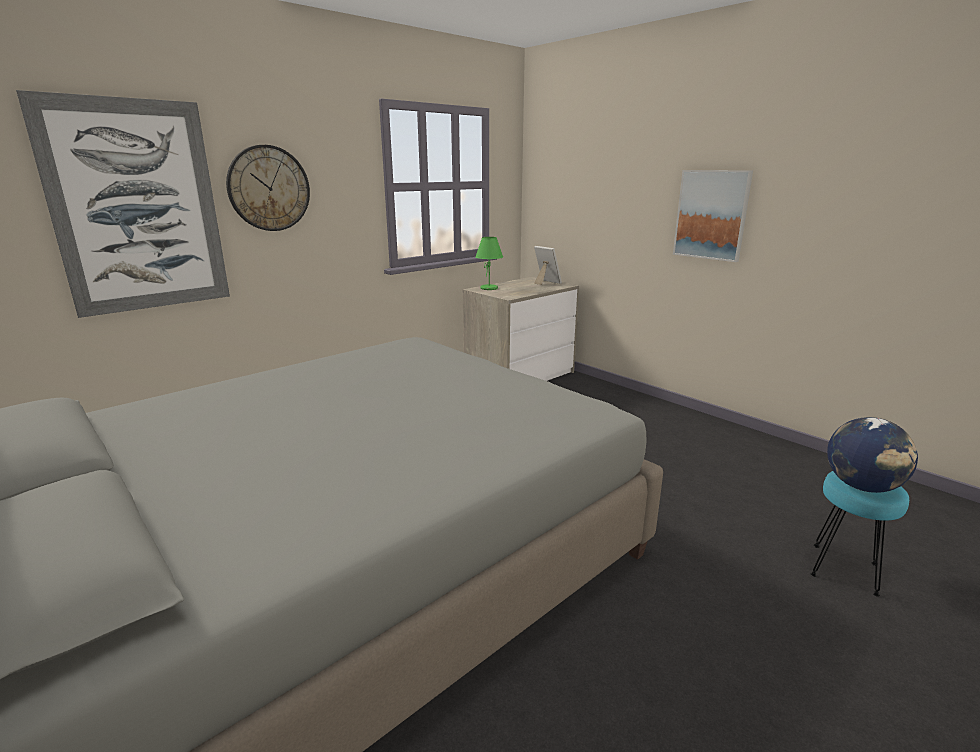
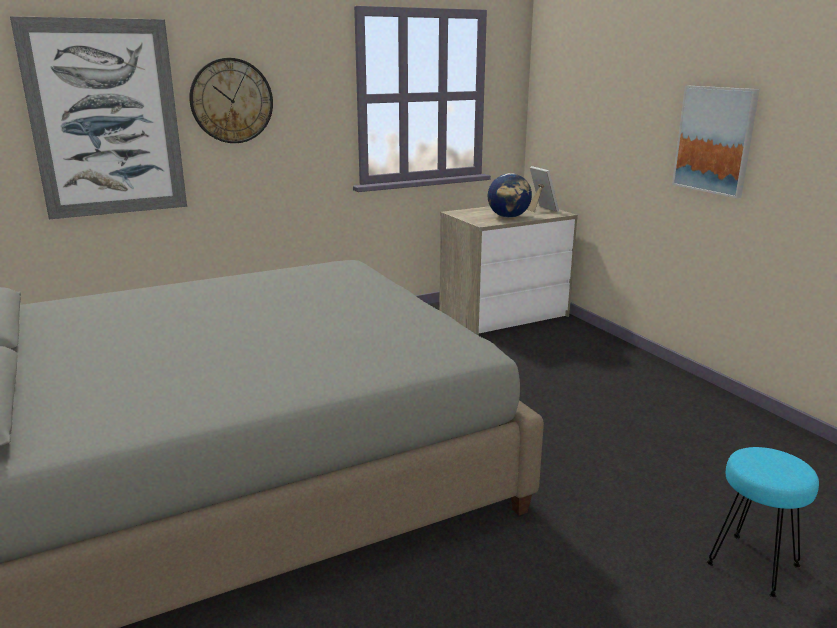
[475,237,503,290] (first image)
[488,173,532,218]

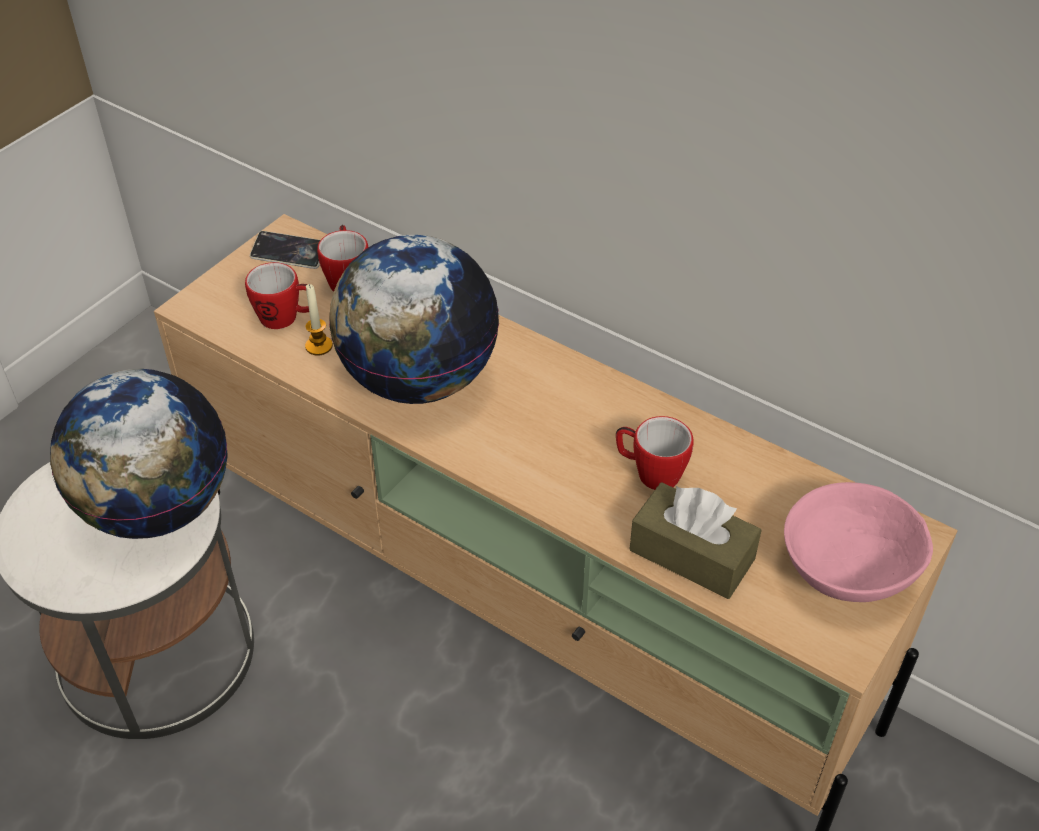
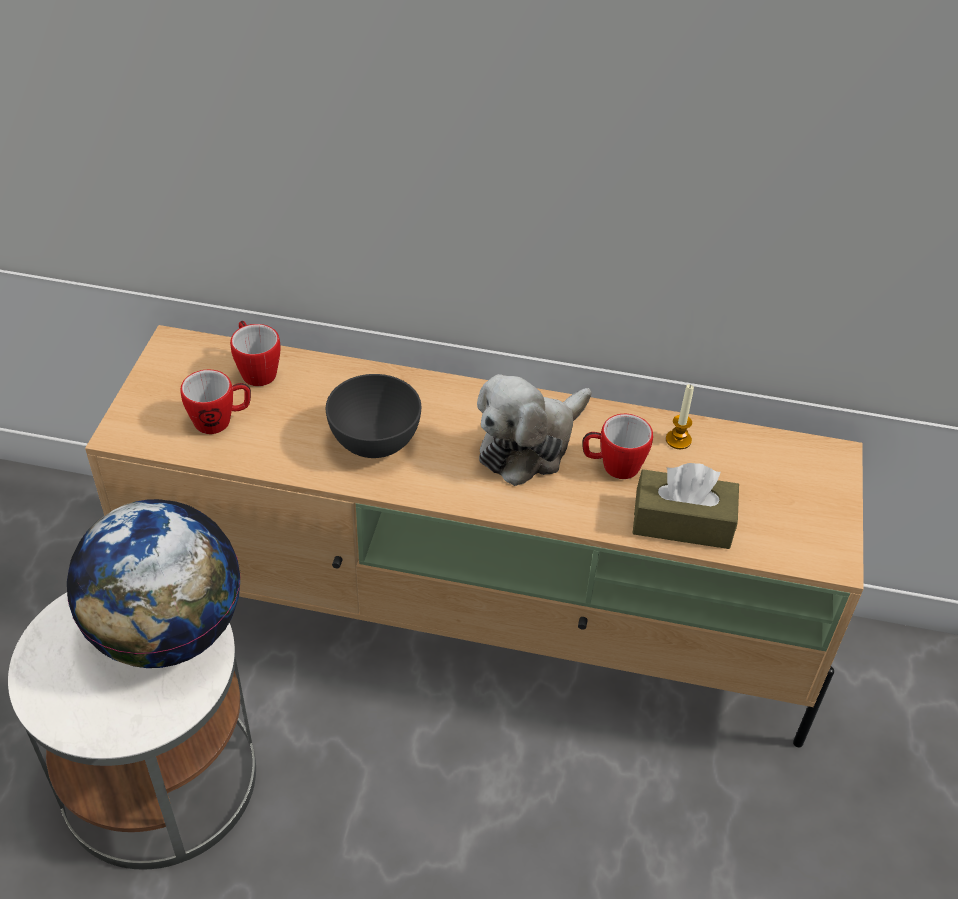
[250,231,320,269] (first image)
[784,482,933,602] (first image)
[477,374,591,486]
[666,384,694,449]
[326,374,421,458]

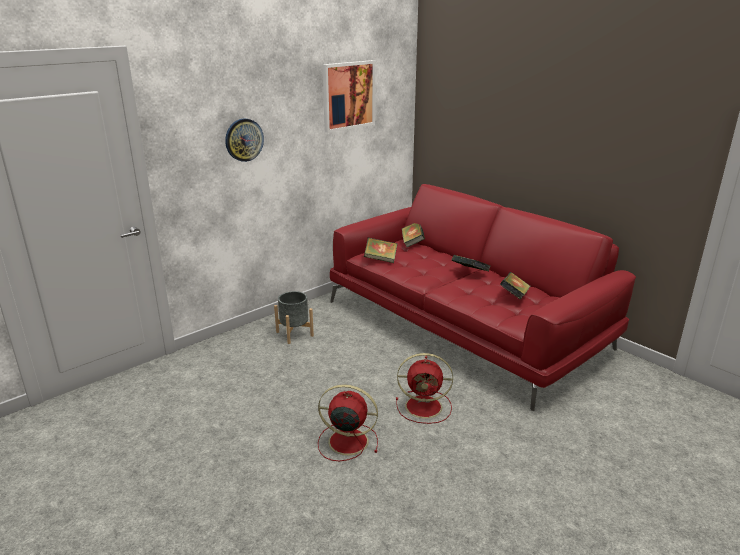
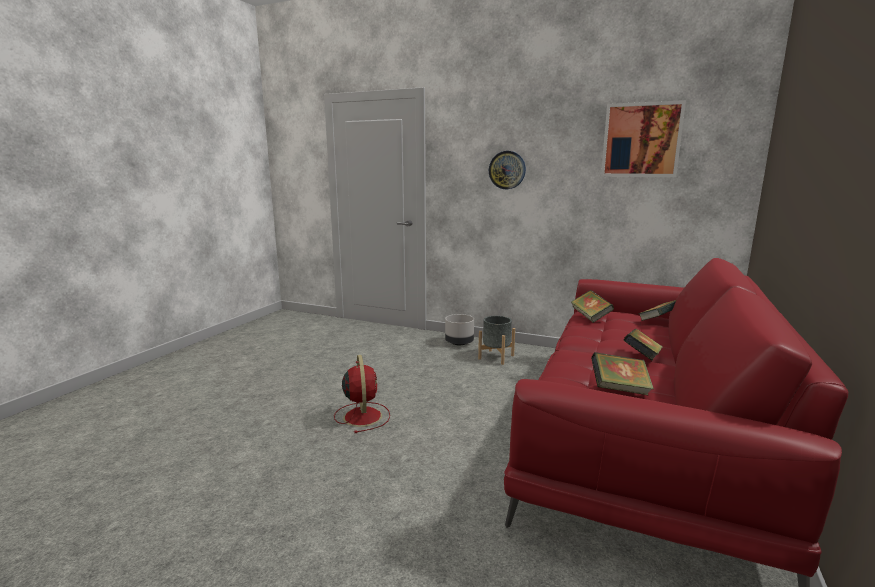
[396,353,453,424] (first image)
[445,314,474,345]

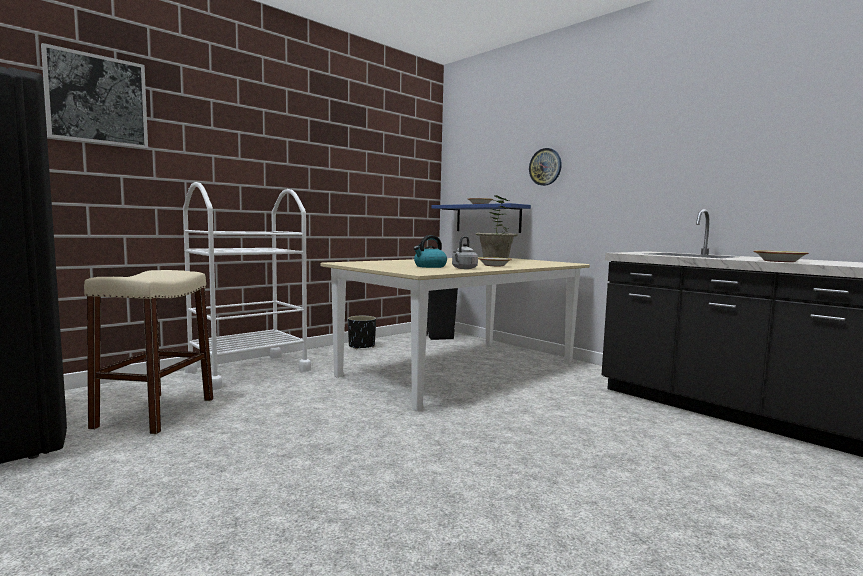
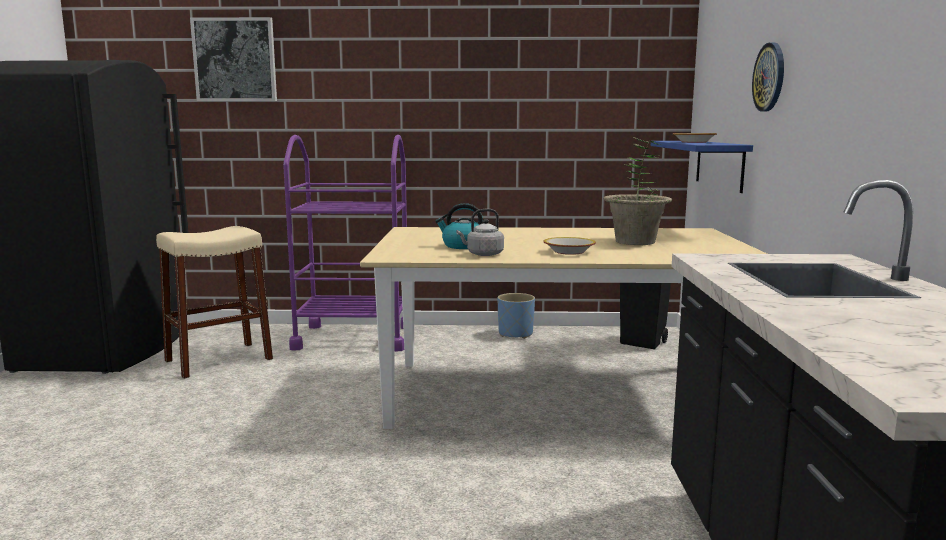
[753,250,809,262] (first image)
[283,135,407,352]
[498,293,535,339]

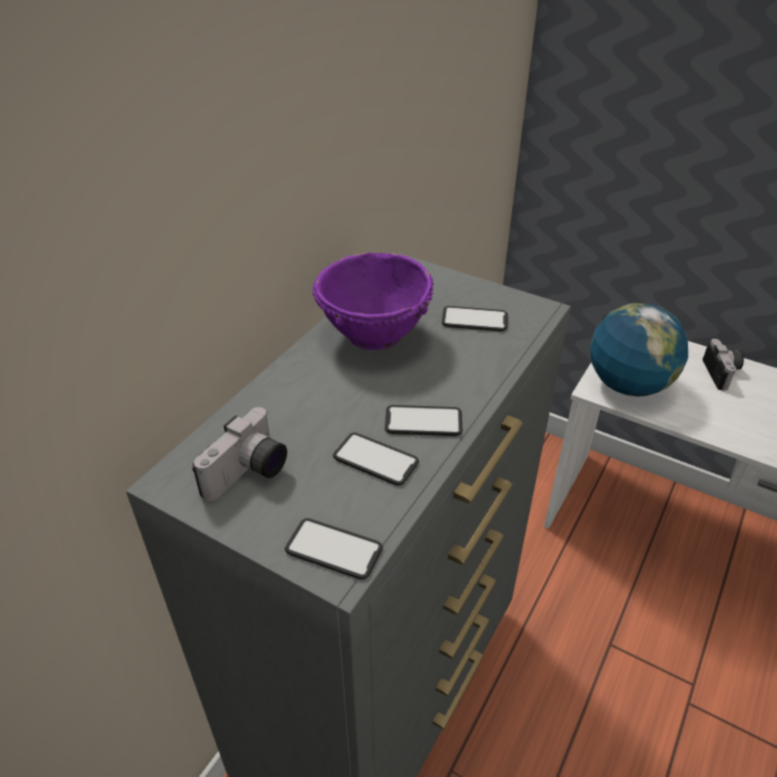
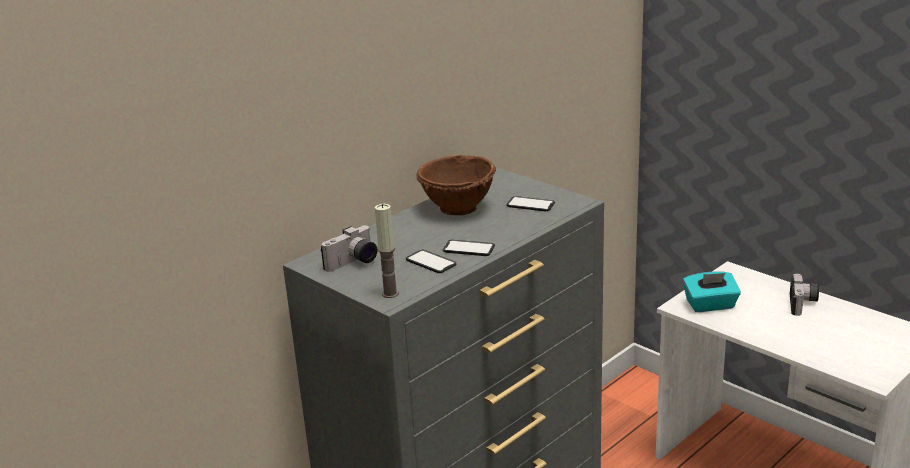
[375,204,399,298]
[683,271,741,312]
[416,155,496,215]

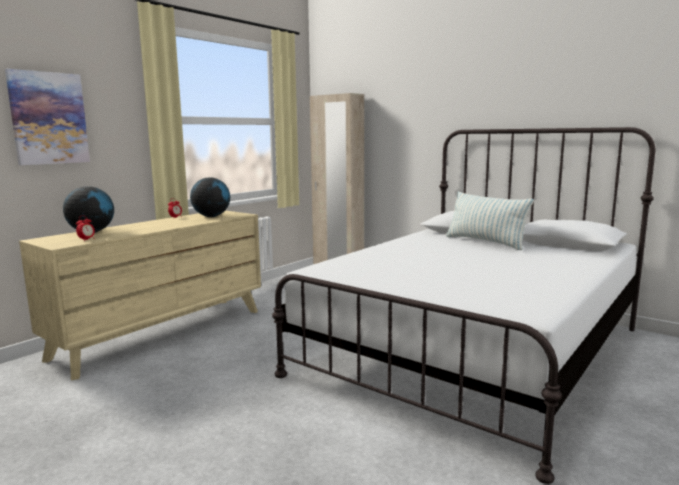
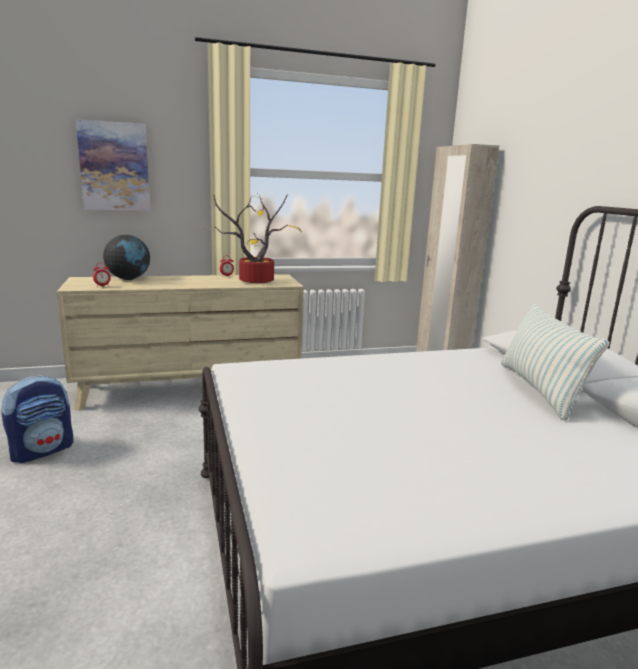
[1,375,73,463]
[206,194,302,283]

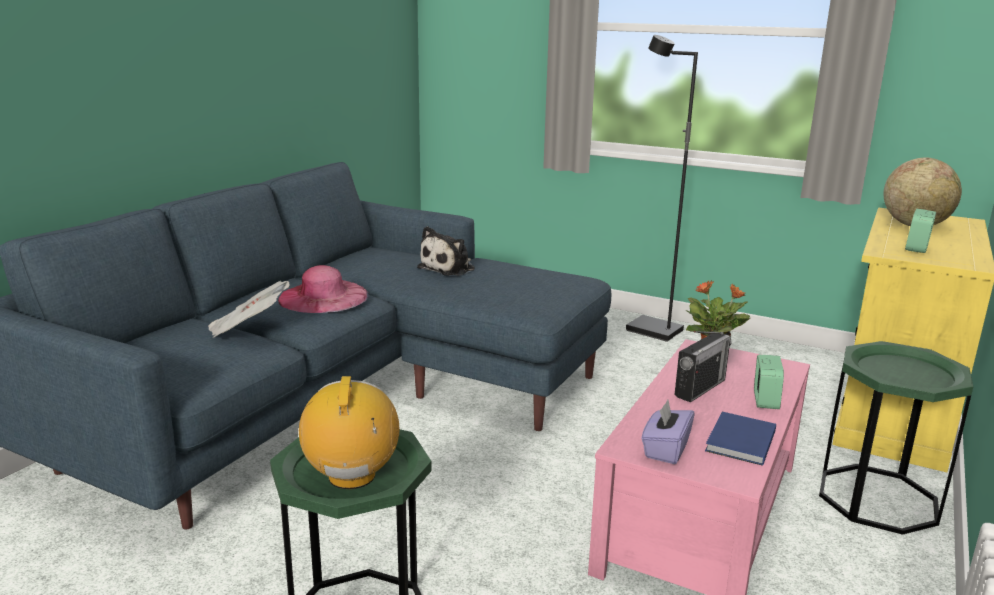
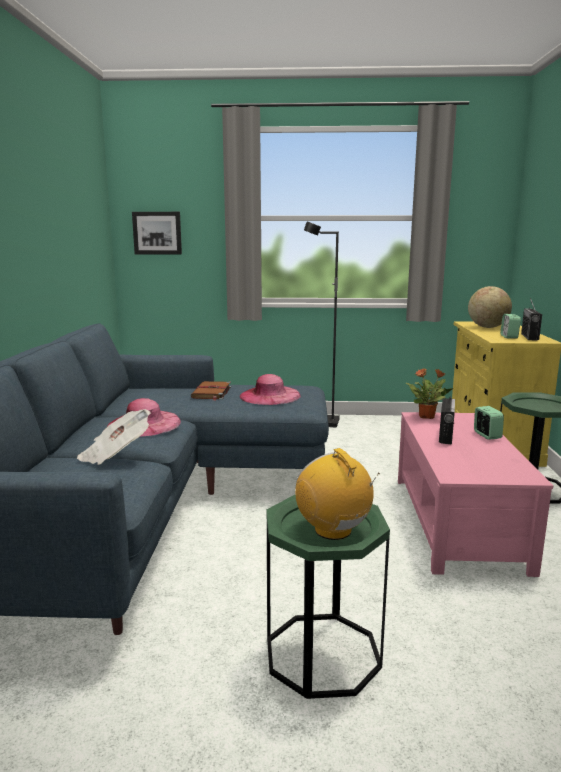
[641,400,695,464] (first image)
[705,412,776,466] (first image)
[132,212,182,254]
[240,374,301,405]
[521,298,542,341]
[191,381,231,401]

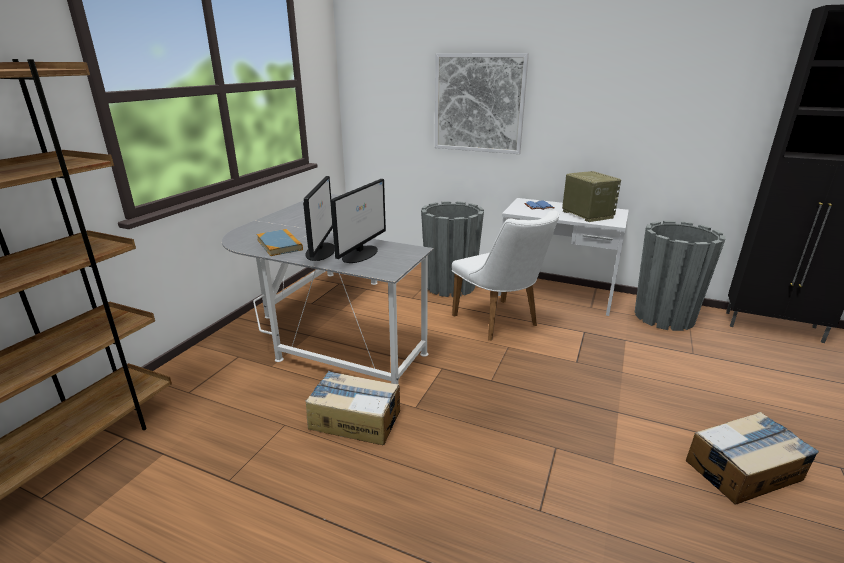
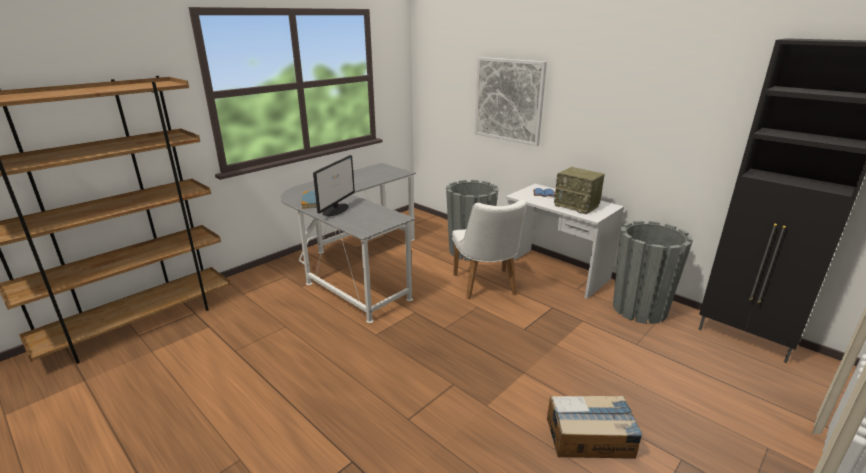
[306,371,400,445] (first image)
[331,179,386,263] (first image)
[554,167,605,214]

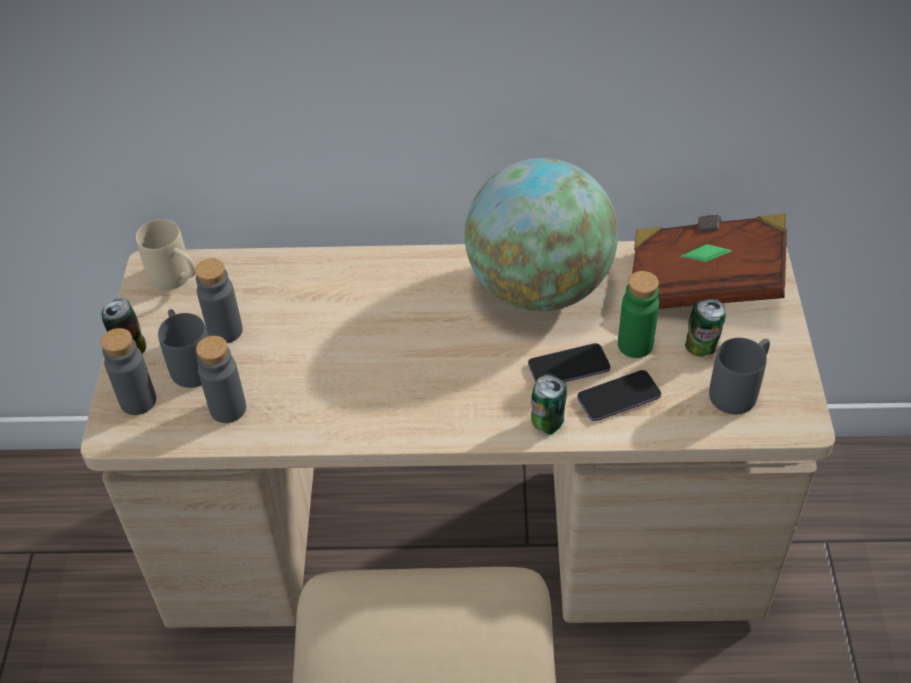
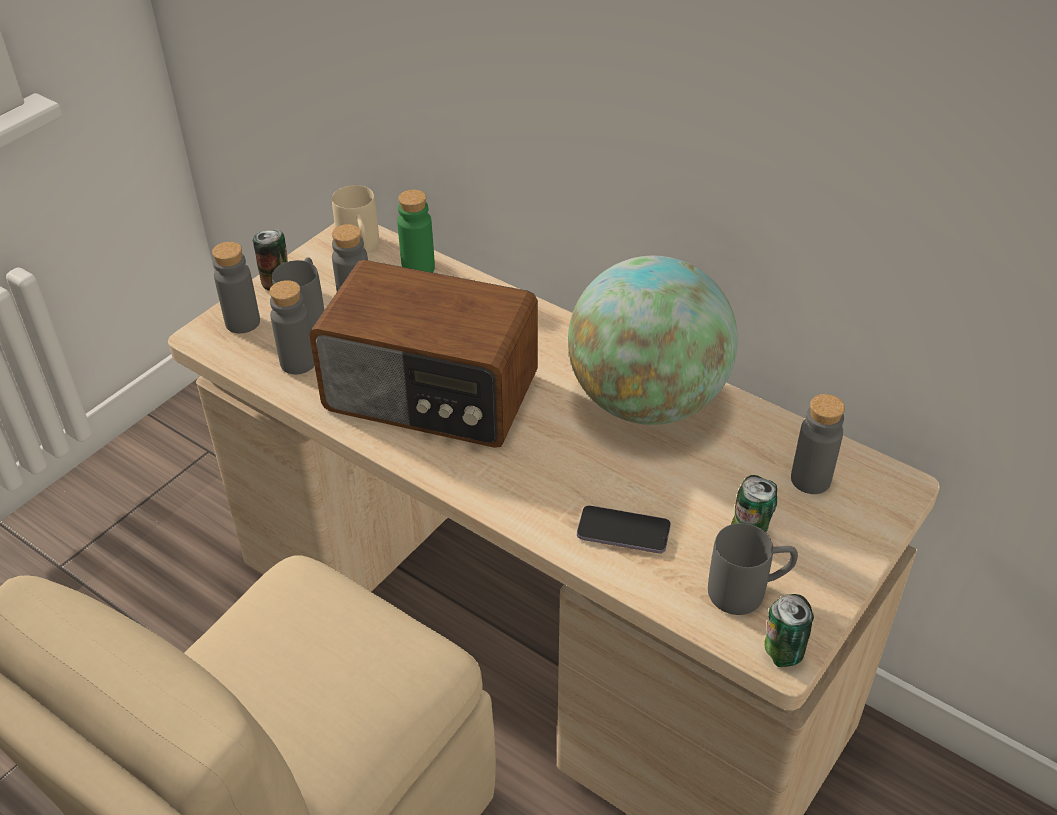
[528,343,610,382] (first image)
[309,260,538,448]
[764,594,814,667]
[397,190,435,273]
[791,394,845,494]

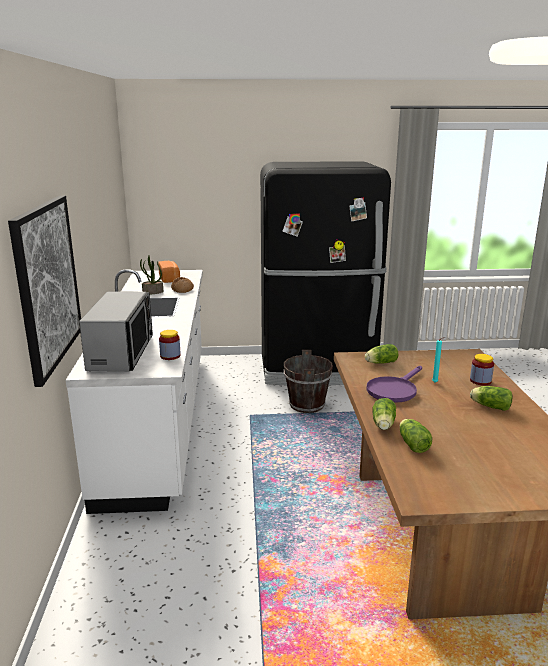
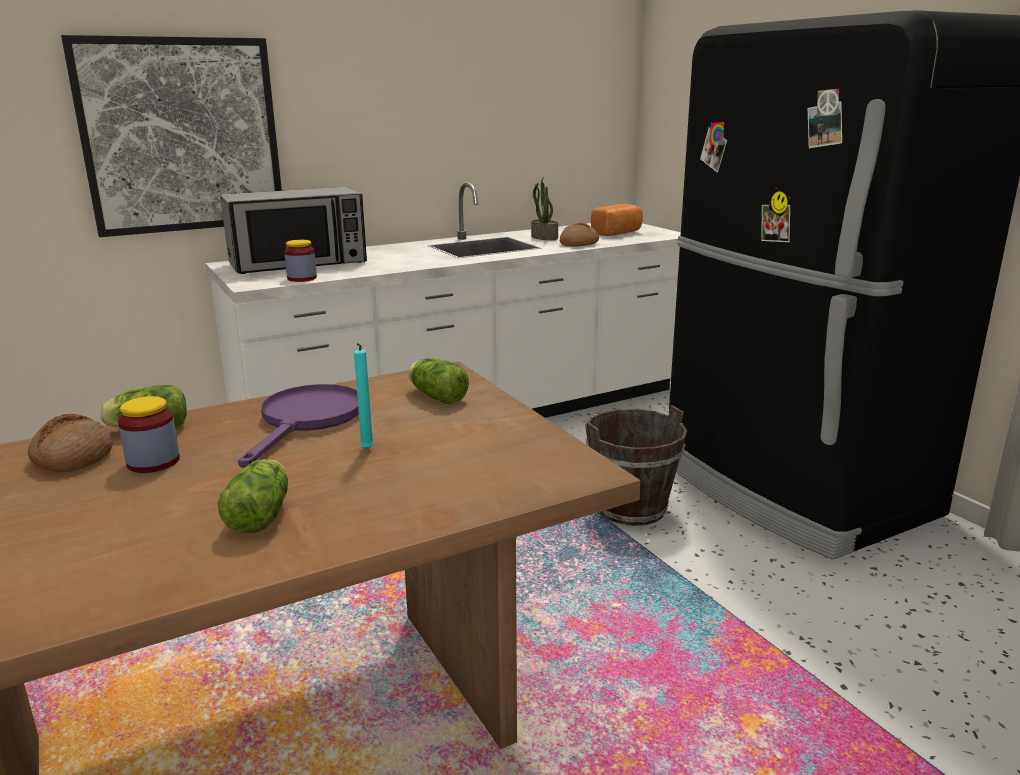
[118,396,180,473]
[28,414,113,472]
[238,384,359,468]

